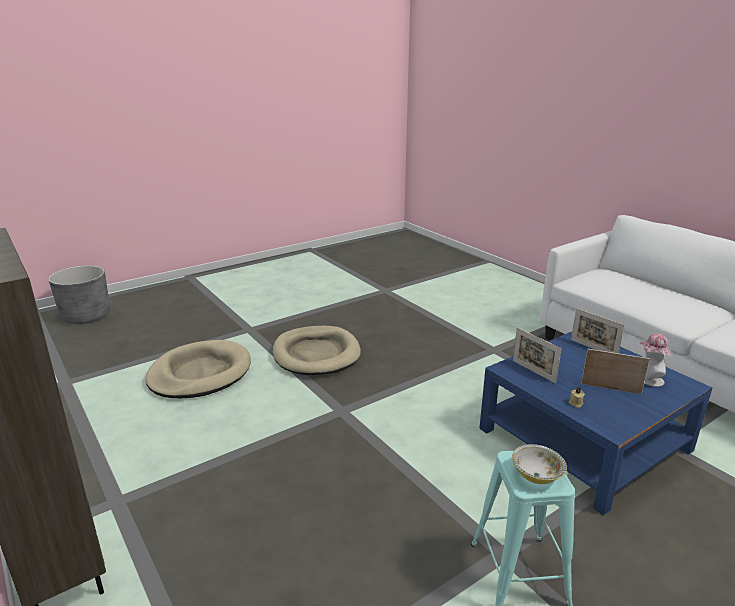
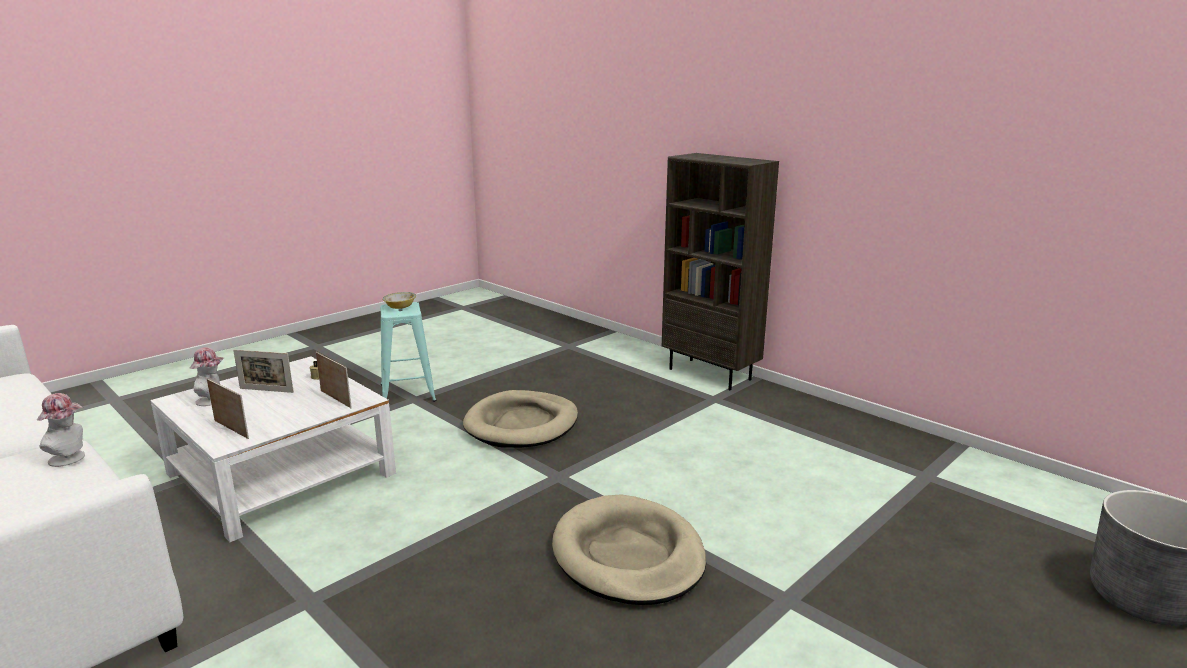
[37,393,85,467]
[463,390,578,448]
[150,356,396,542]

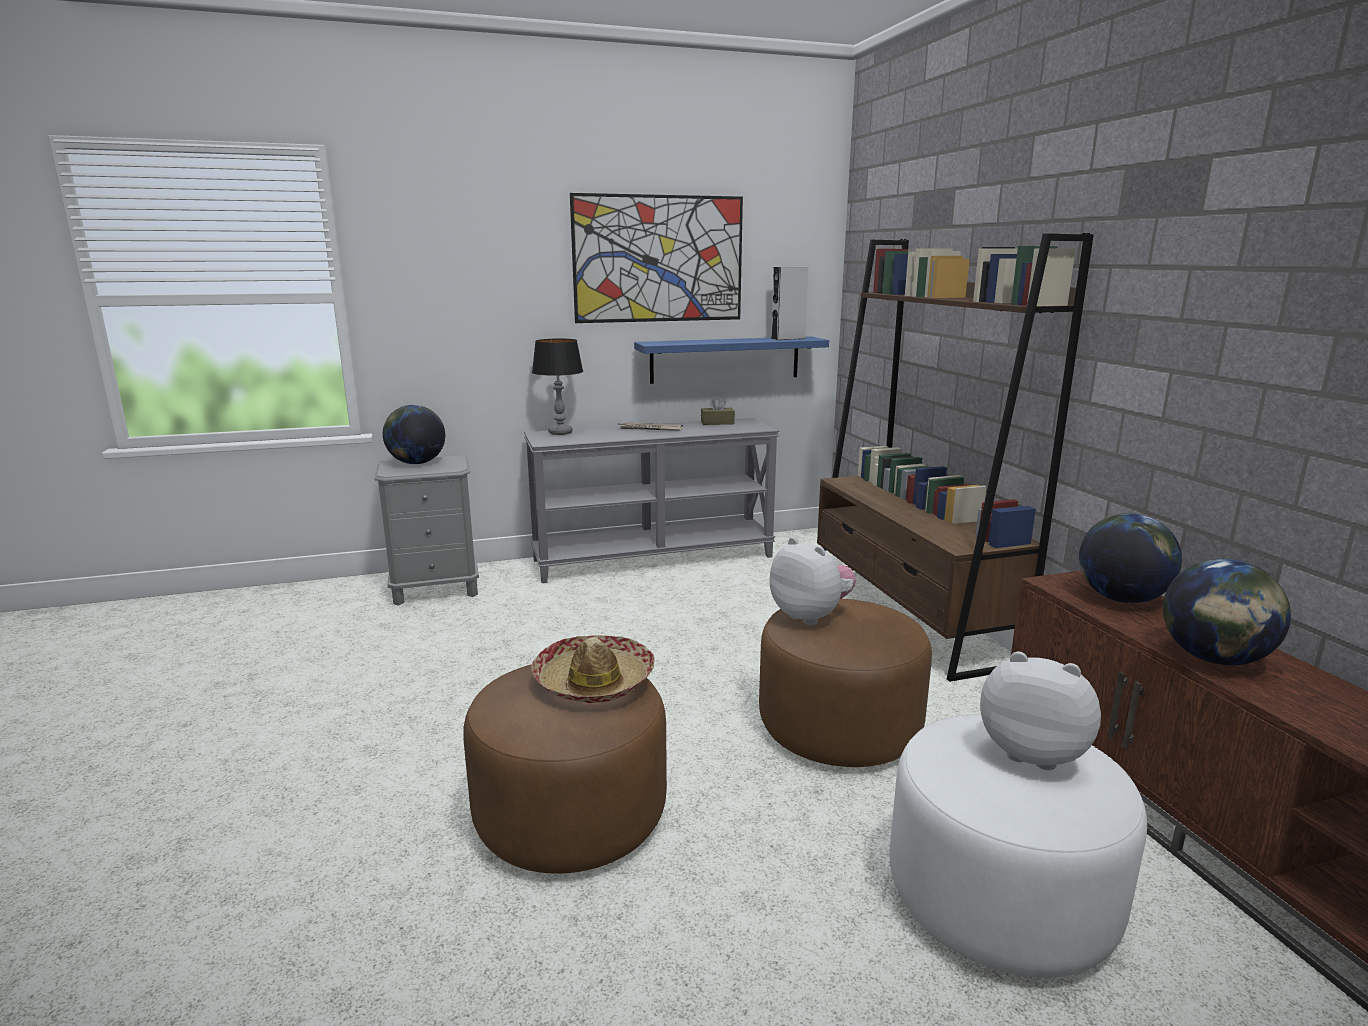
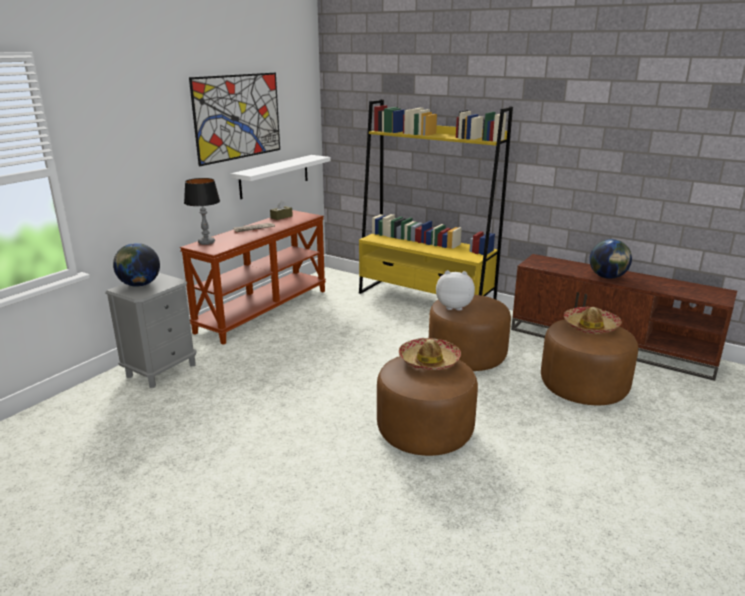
[771,267,809,340] (first image)
[1079,513,1182,603] (first image)
[564,307,622,334]
[180,210,326,345]
[230,155,331,199]
[359,99,513,299]
[541,319,638,405]

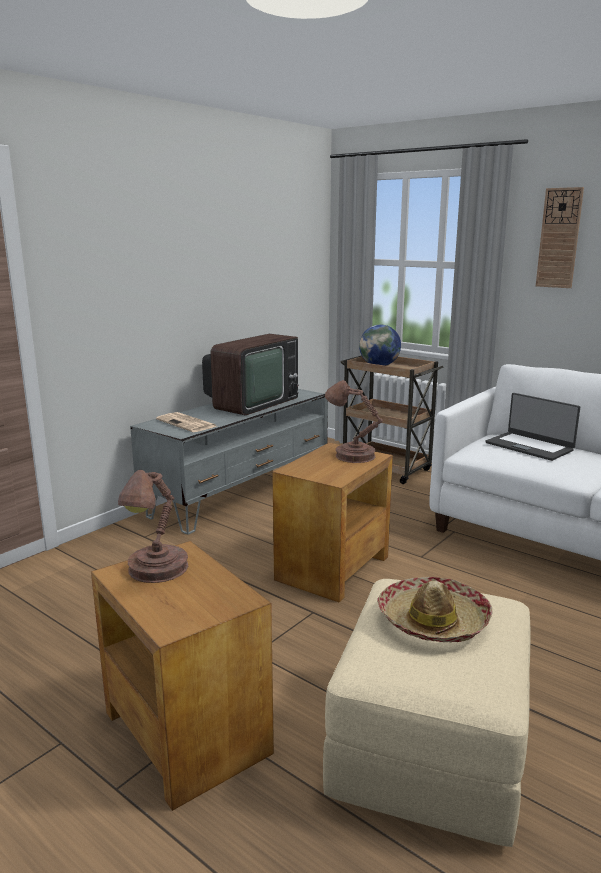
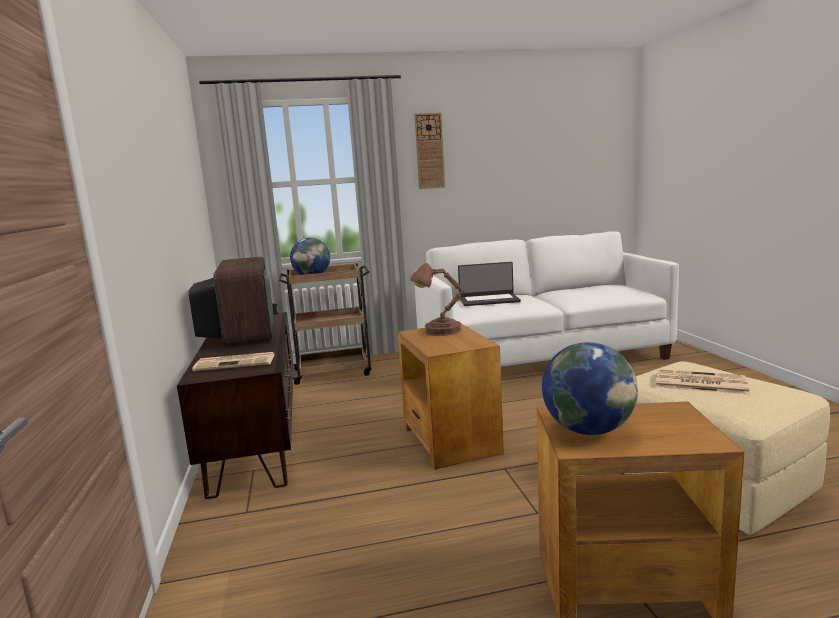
[542,342,638,435]
[656,369,750,395]
[177,312,293,499]

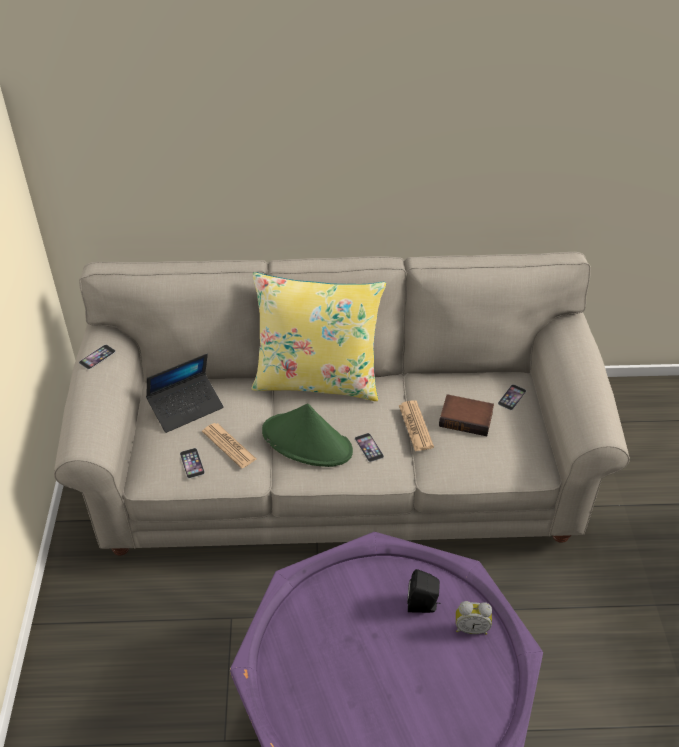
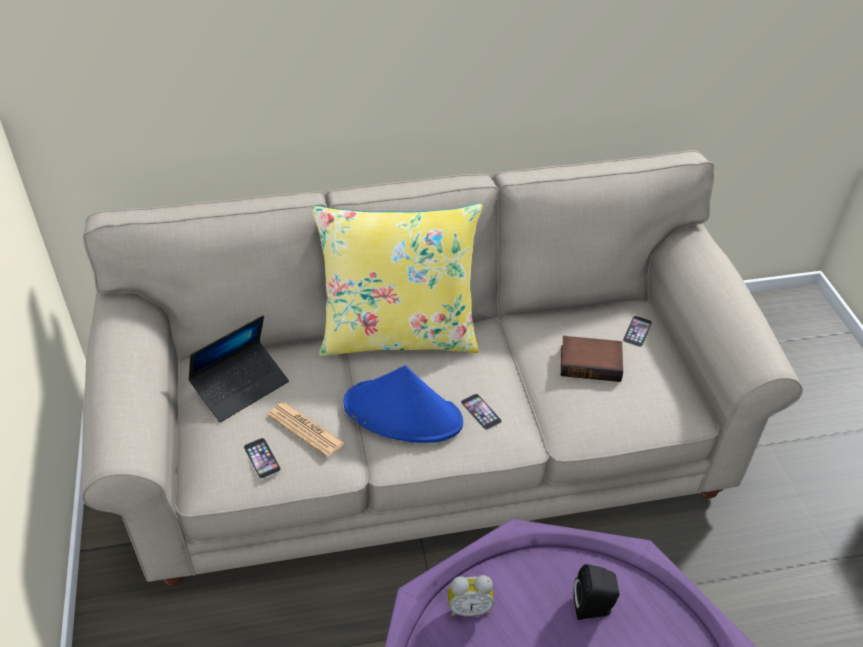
[79,345,116,370] (first image)
[399,400,434,451] (first image)
[448,575,494,617]
[344,365,463,443]

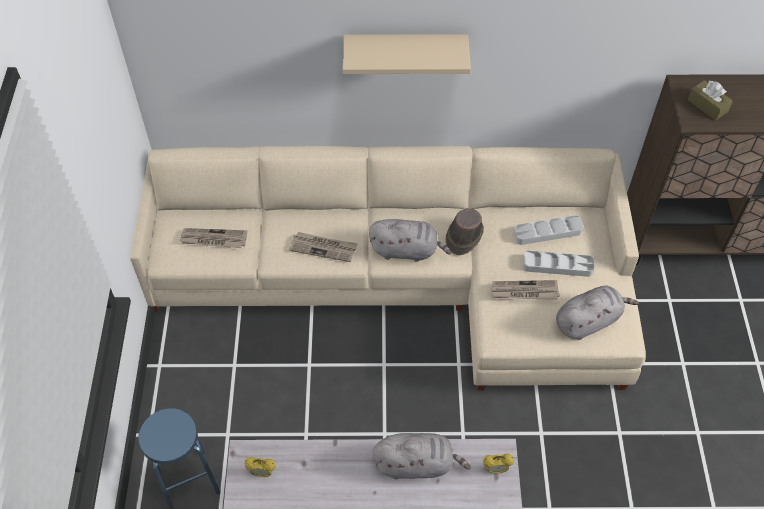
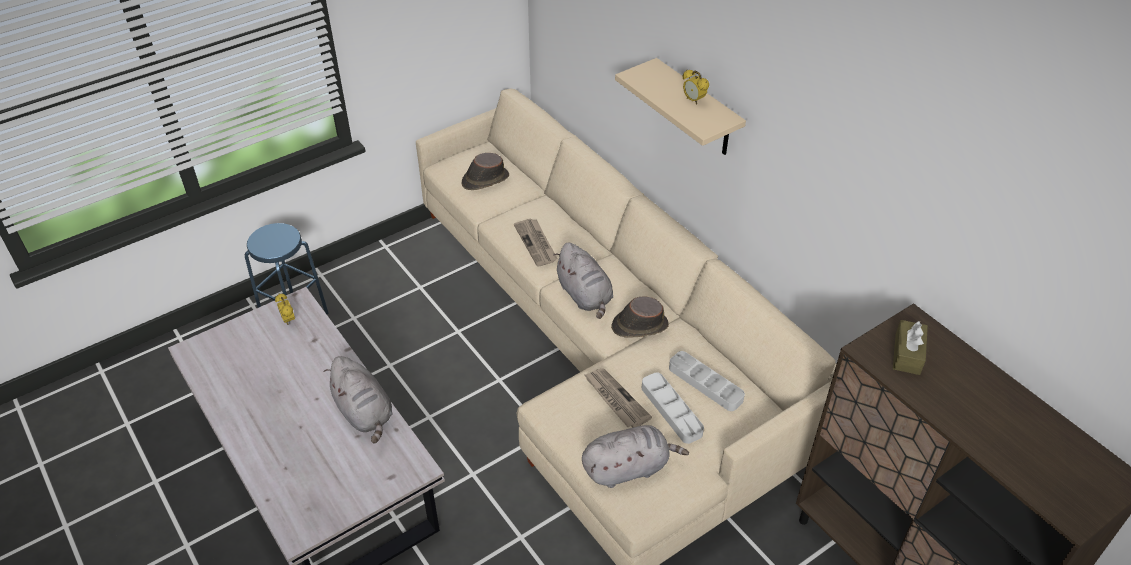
[683,70,709,105]
[462,153,509,190]
[582,425,689,488]

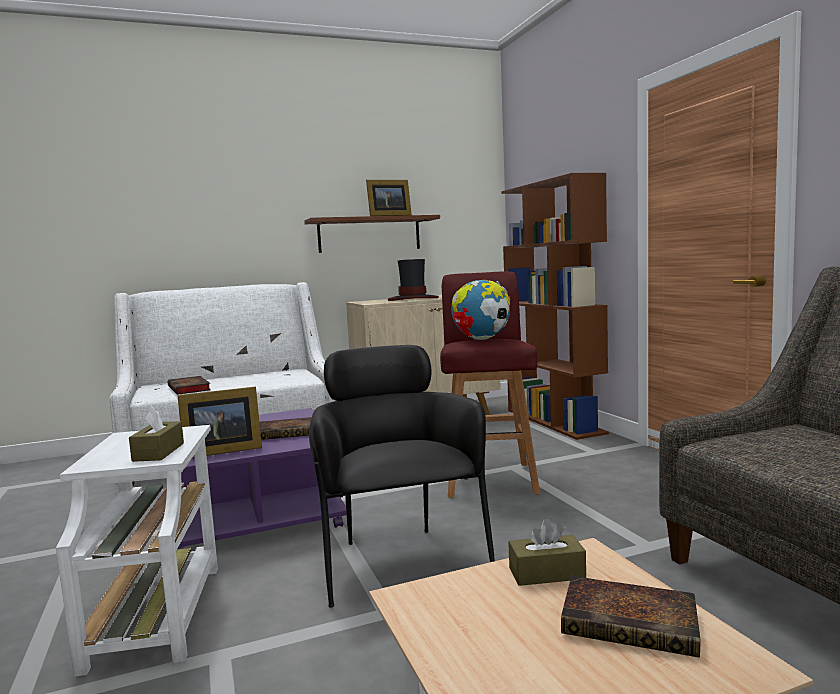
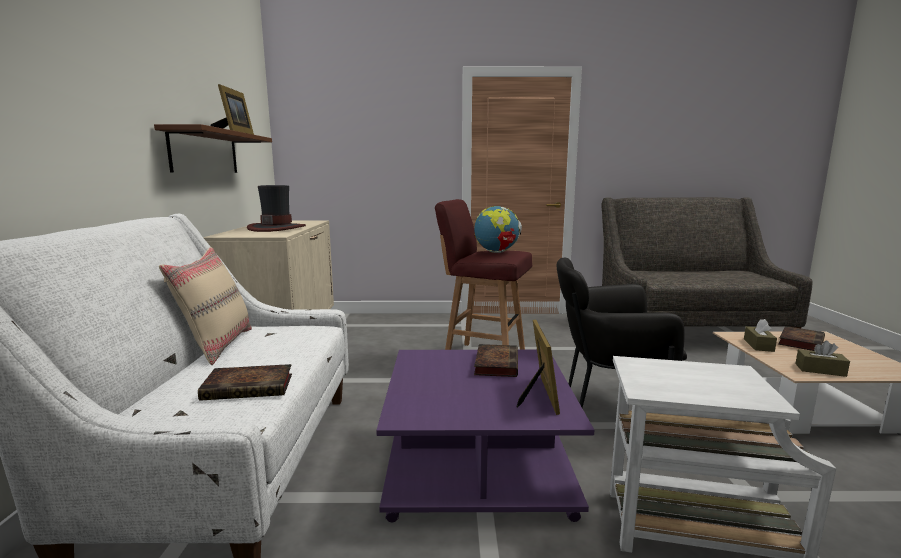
[501,173,609,440] (first image)
[159,247,252,365]
[795,340,850,377]

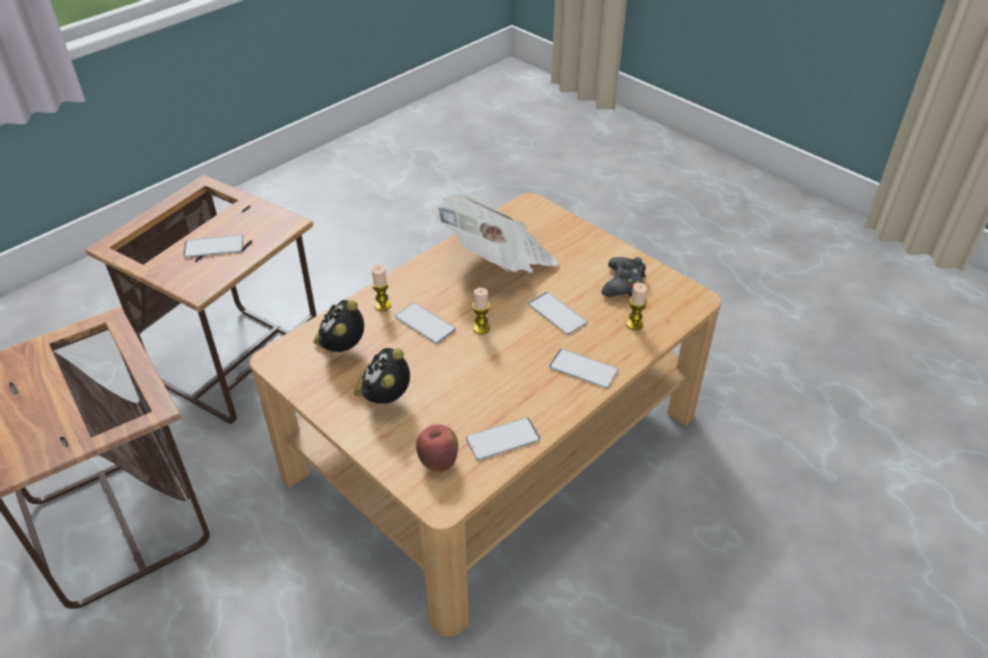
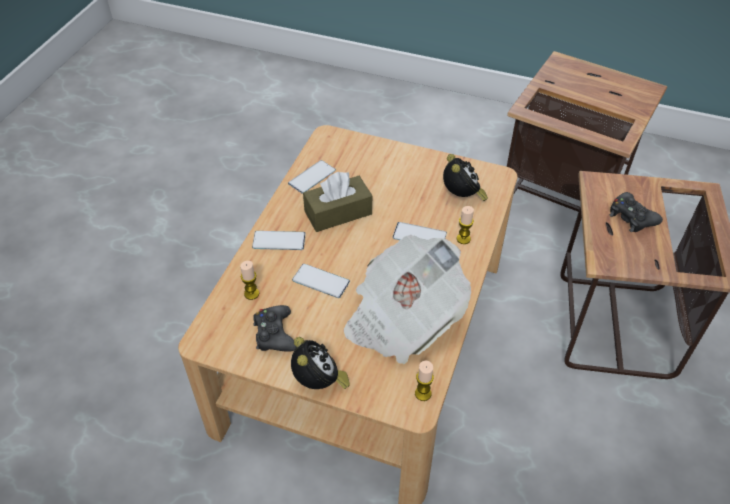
[416,424,458,472] (first image)
[303,172,372,232]
[291,337,350,389]
[415,361,434,401]
[610,192,663,232]

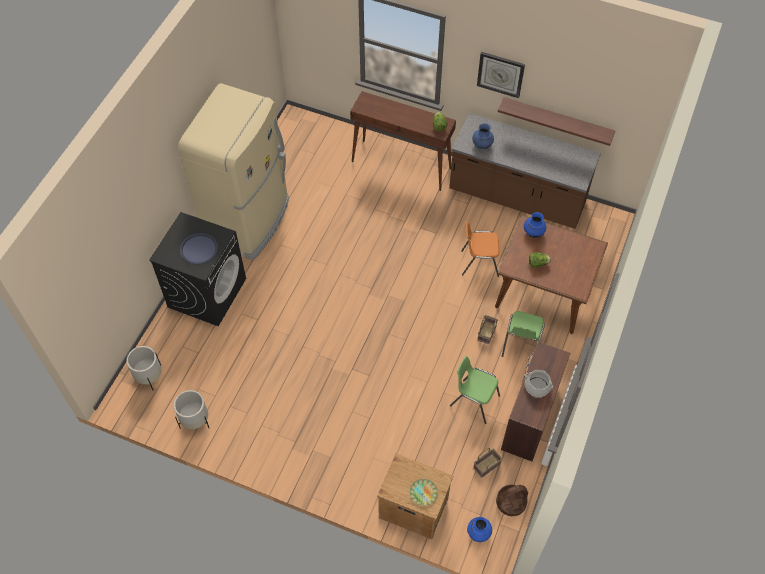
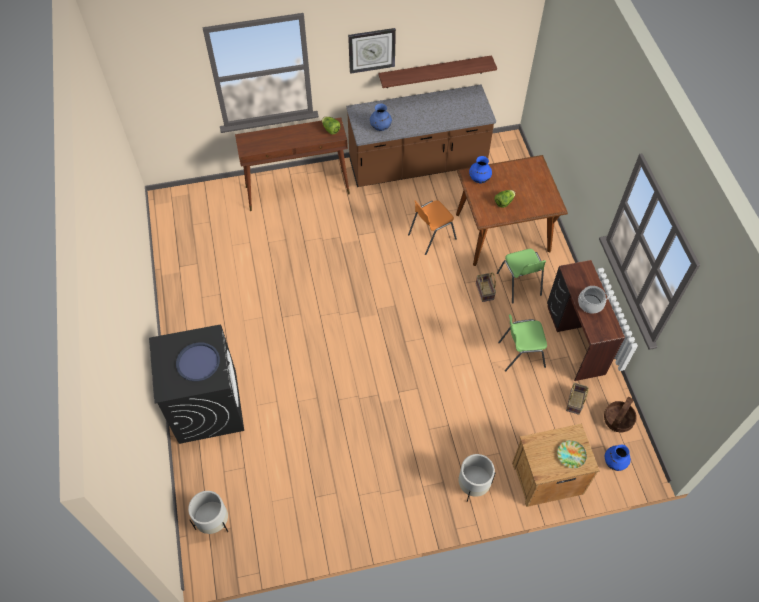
[178,83,289,260] (first image)
[458,454,495,502]

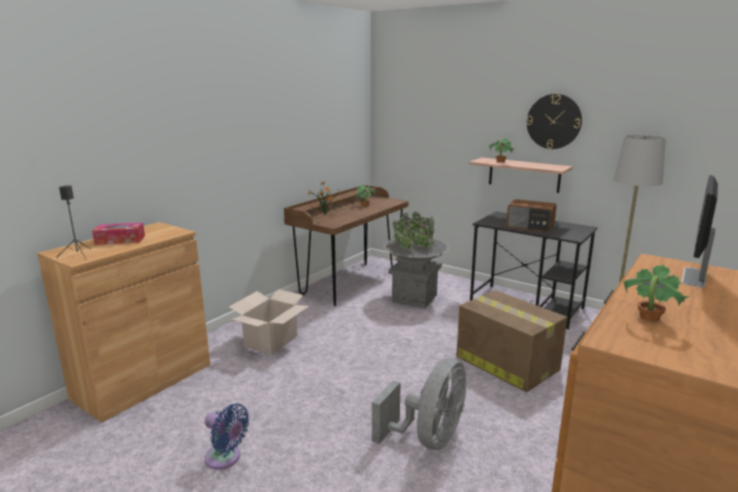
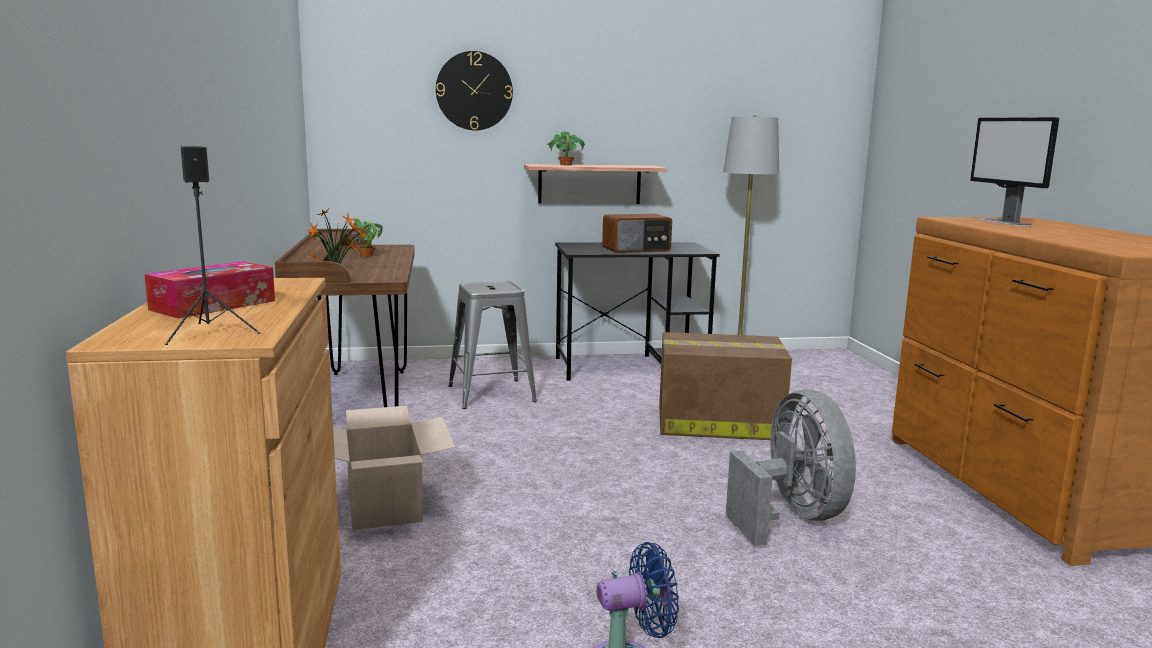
[623,265,689,322] (first image)
[436,51,513,130]
[449,281,537,409]

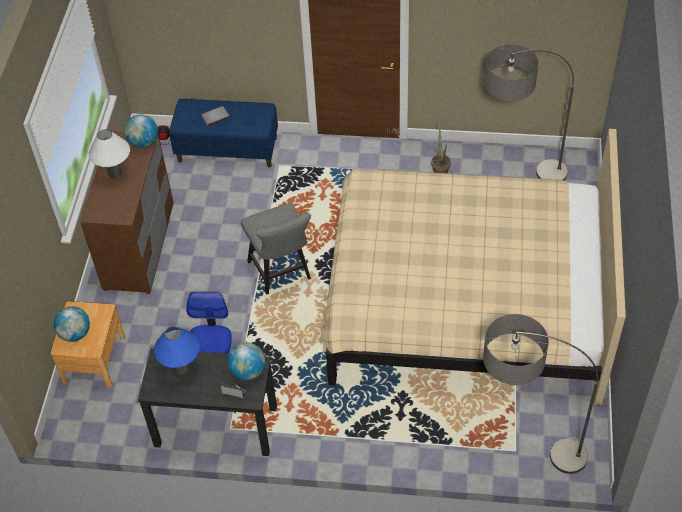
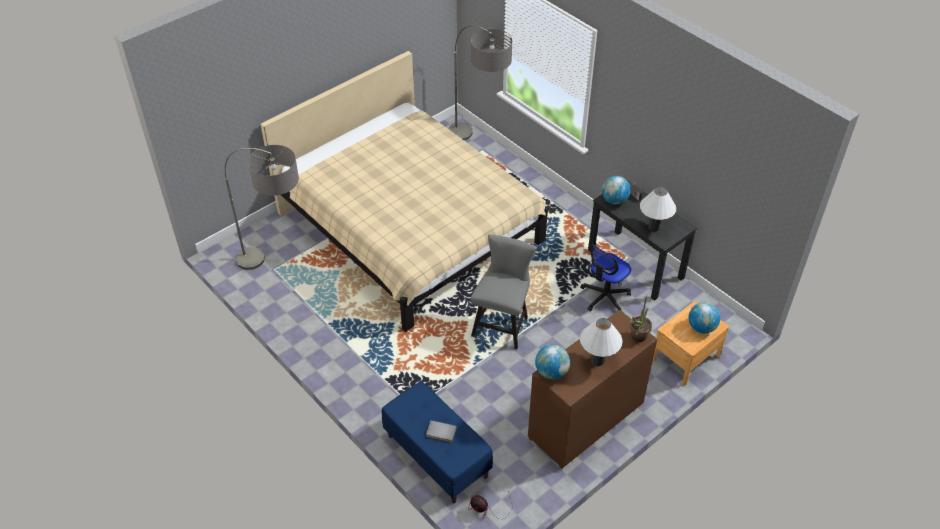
[630,294,652,342]
[640,187,676,232]

